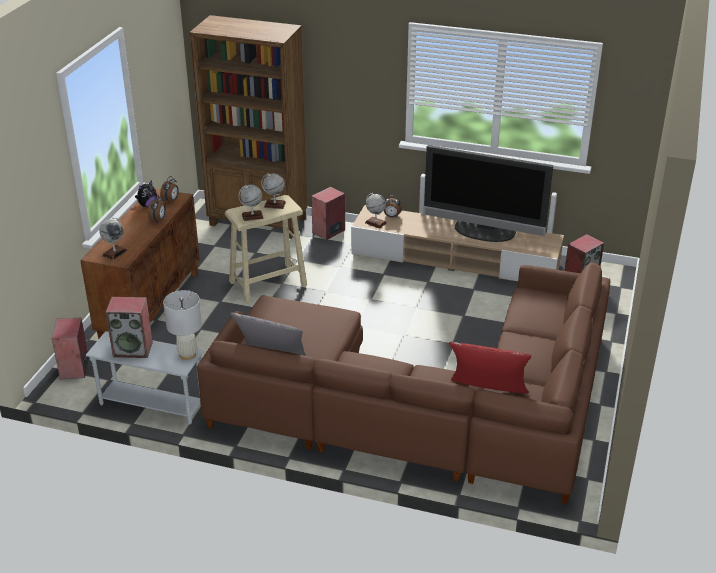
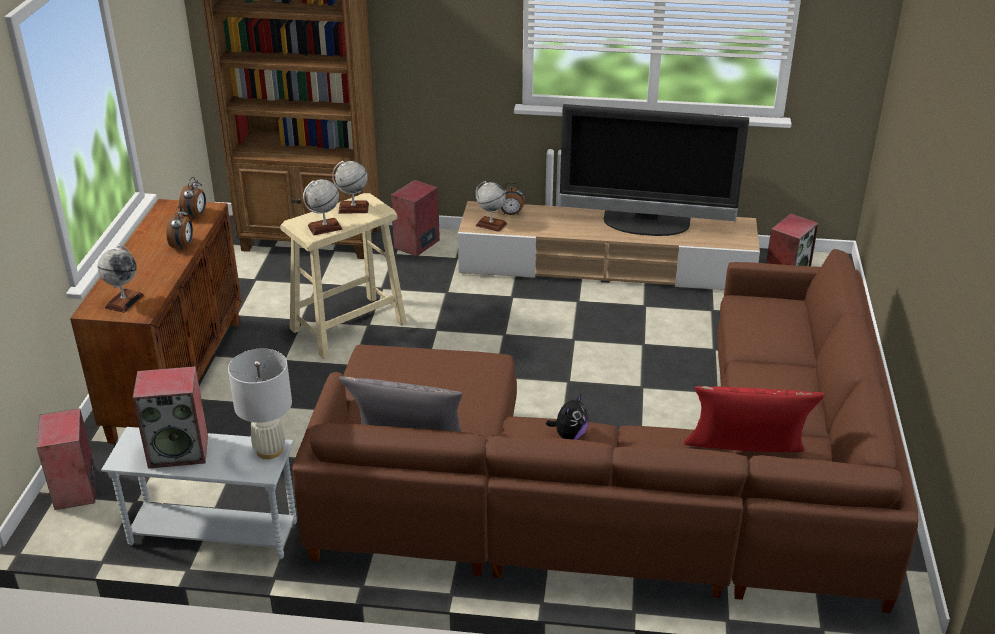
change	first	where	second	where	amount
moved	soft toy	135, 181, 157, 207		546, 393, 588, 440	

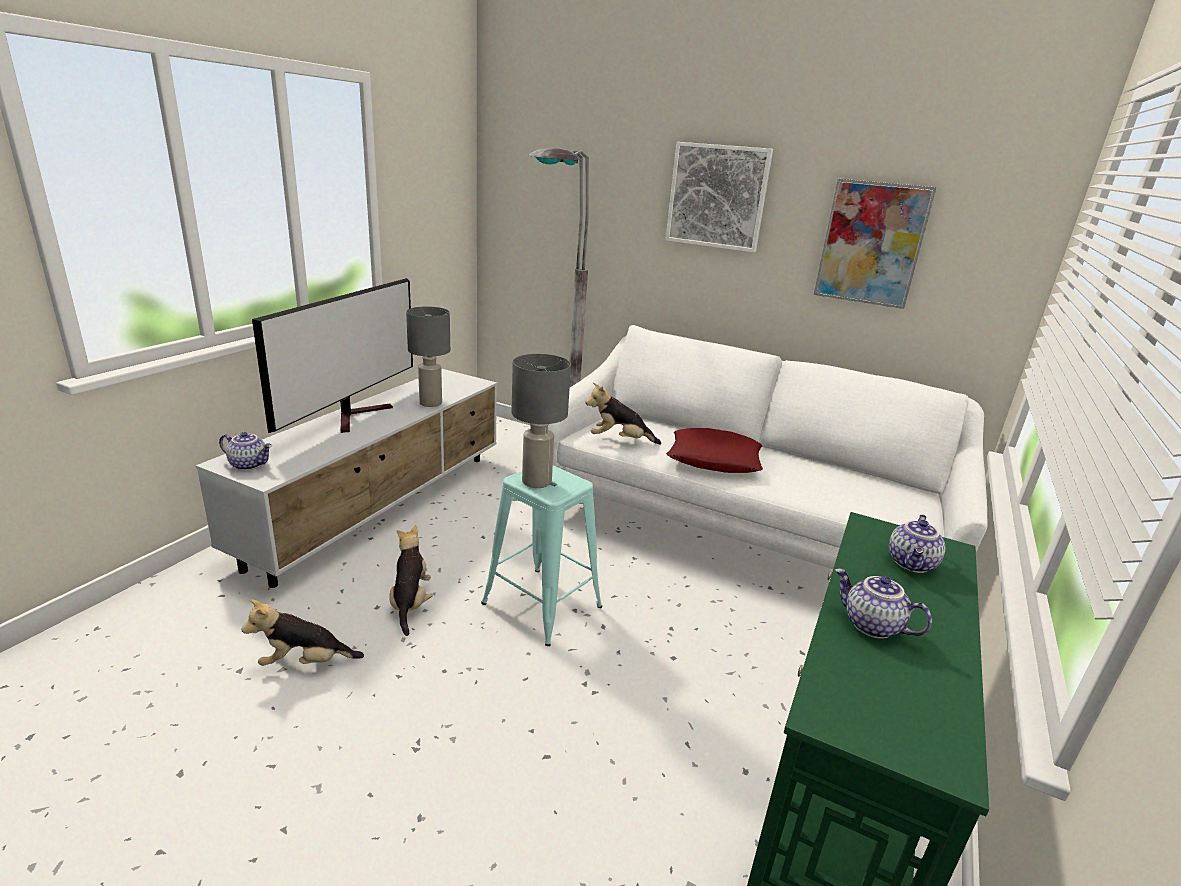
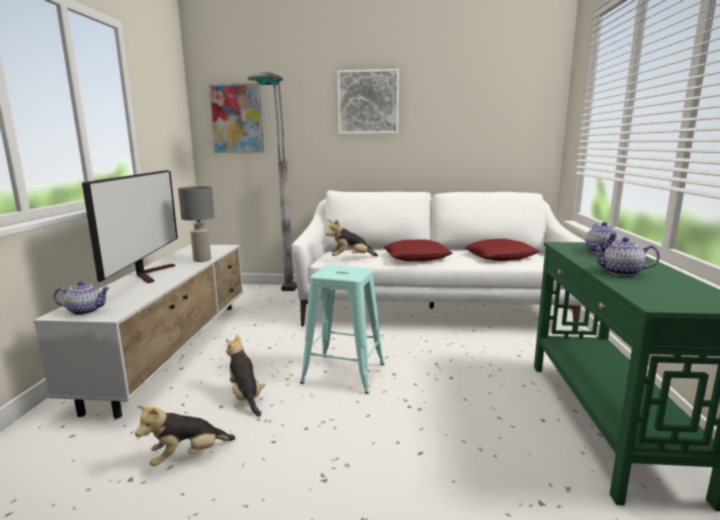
change	first	where	second	where	amount
removed	gray lamp for a table	512, 354, 571, 488			
added			red pillow	464, 239, 540, 261	
moved	picture	814, 179, 937, 309		208, 83, 264, 153	

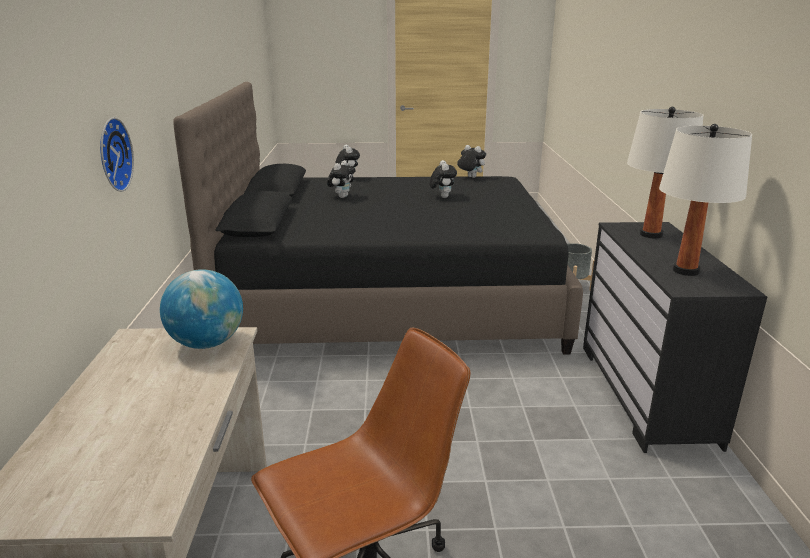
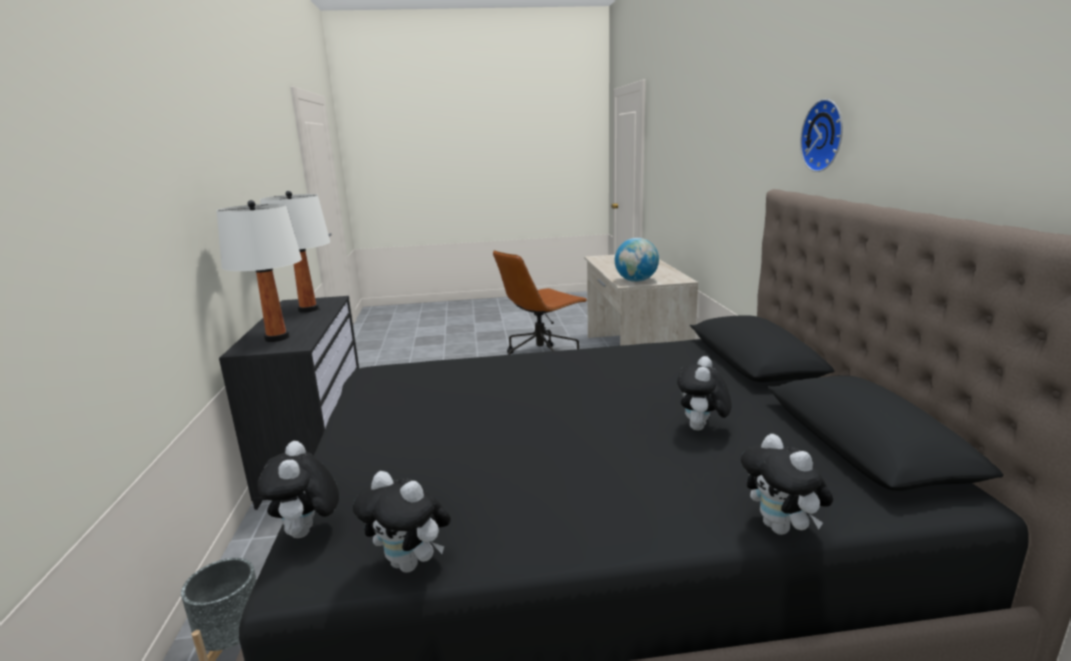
change	first	where	second	where	amount
moved	clock on the wall	100, 117, 134, 192		800, 99, 843, 172	
moved	soft toy	430, 160, 457, 198		258, 441, 339, 538	

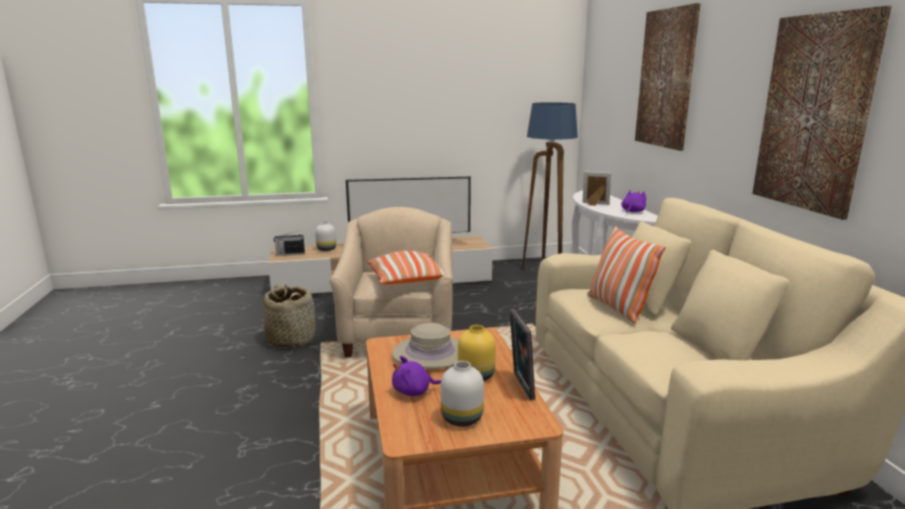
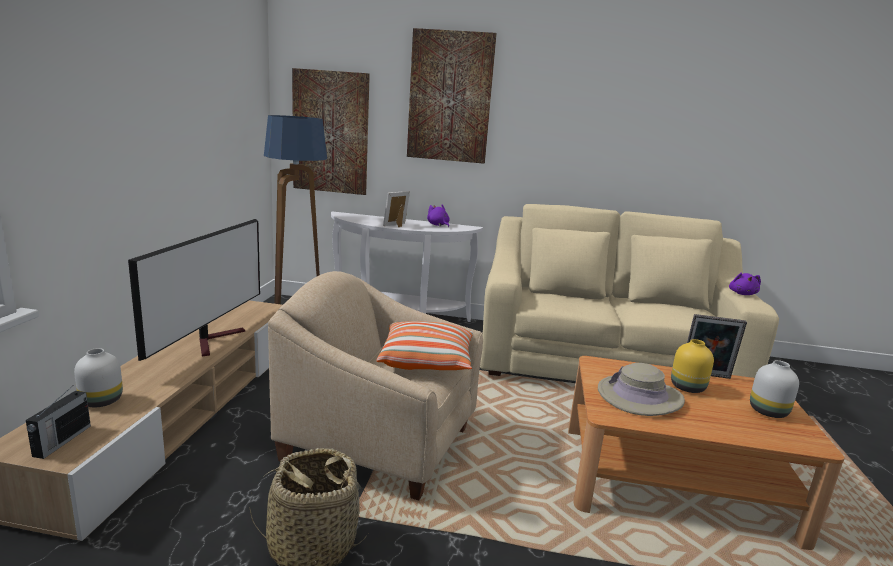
change	first	where	second	where	amount
removed	pillow	587, 226, 666, 323			
moved	purplish soft toy	392, 356, 441, 396		729, 272, 761, 295	
moved	picture	752, 6, 892, 220		292, 68, 370, 195	

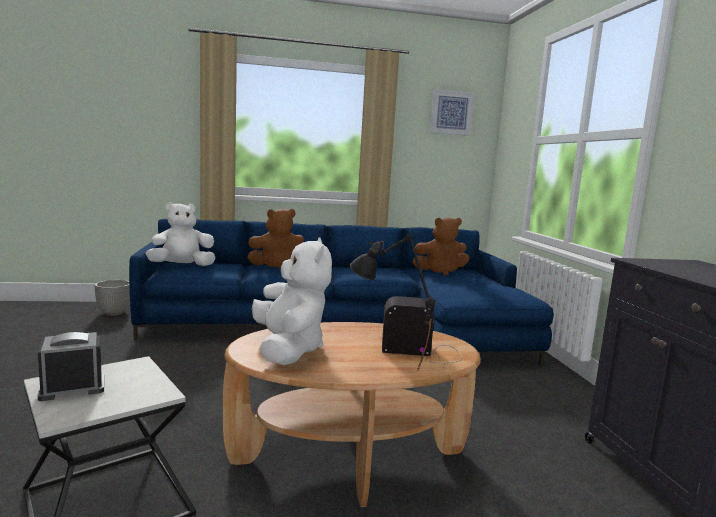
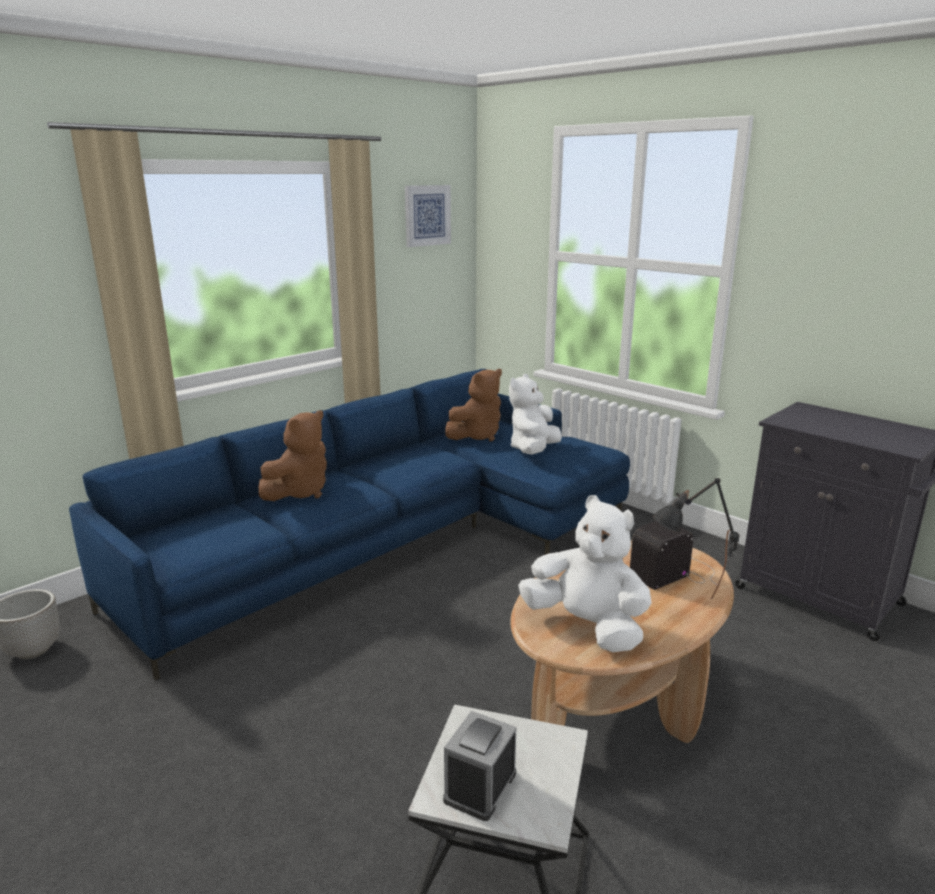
change	first	where	second	where	amount
moved	whitish soft toy	146, 202, 215, 266		509, 374, 562, 455	

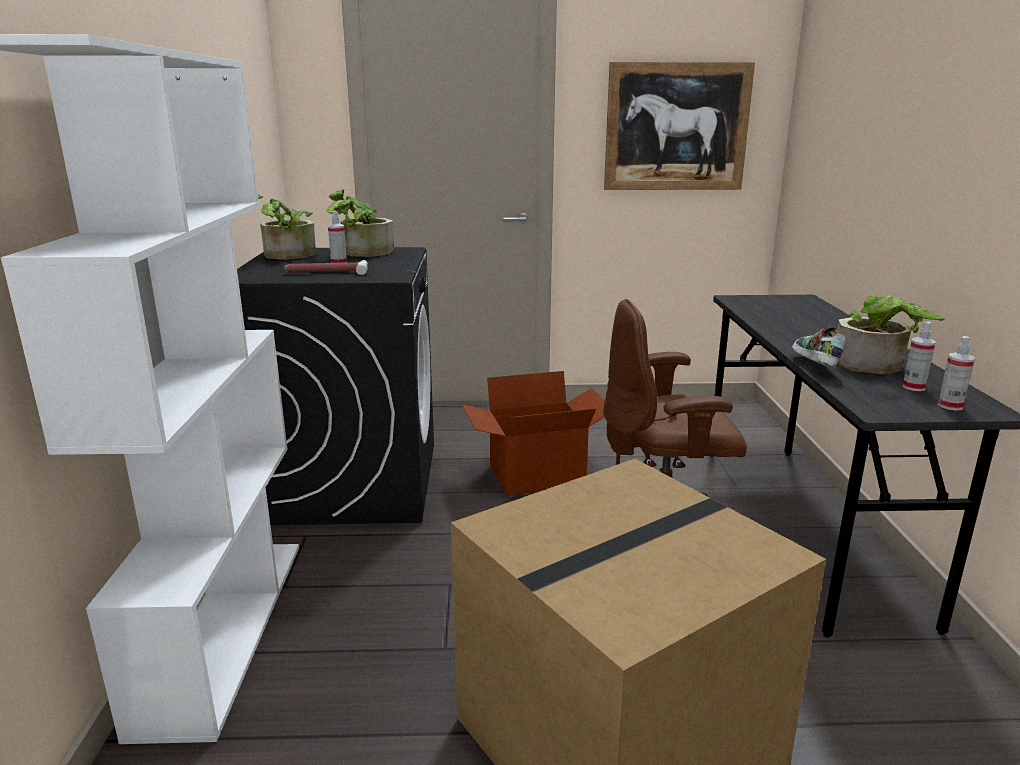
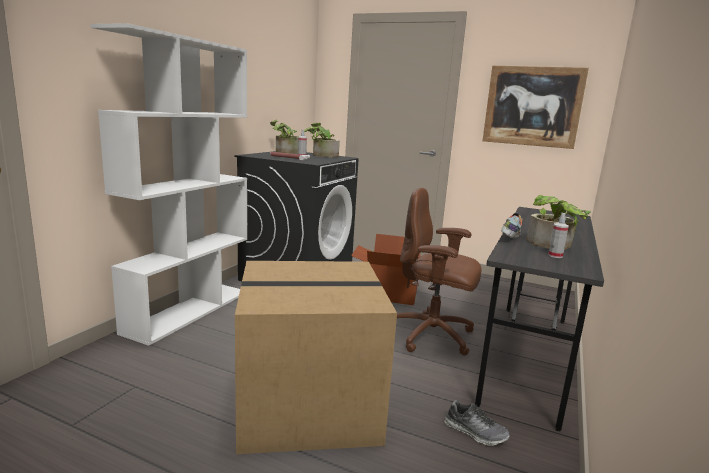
change	first	where	second	where	amount
removed	spray bottle	938, 336, 975, 411			
added			item of footwear	444, 400, 510, 446	

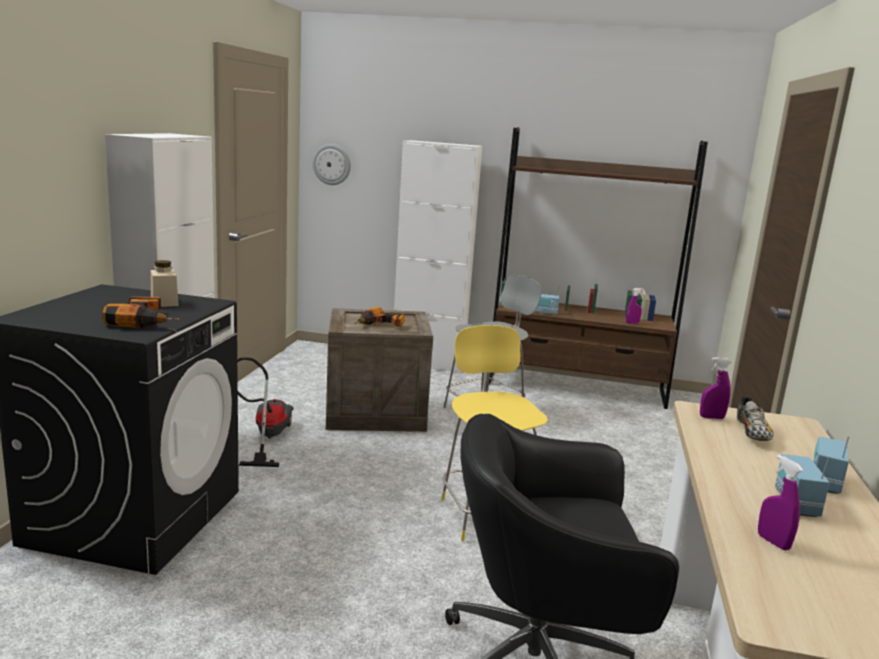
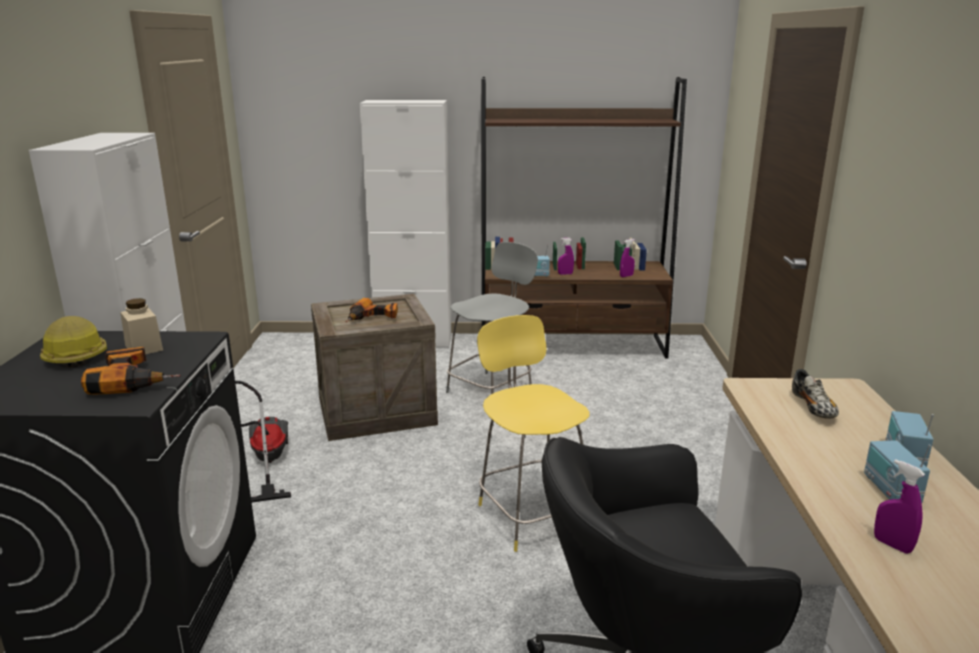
change	first	where	second	where	amount
removed	clock on the wall	313, 144, 351, 185			
added			hard hat	40, 316, 107, 368	
moved	purplish spray bottle	700, 357, 732, 419		558, 238, 574, 275	

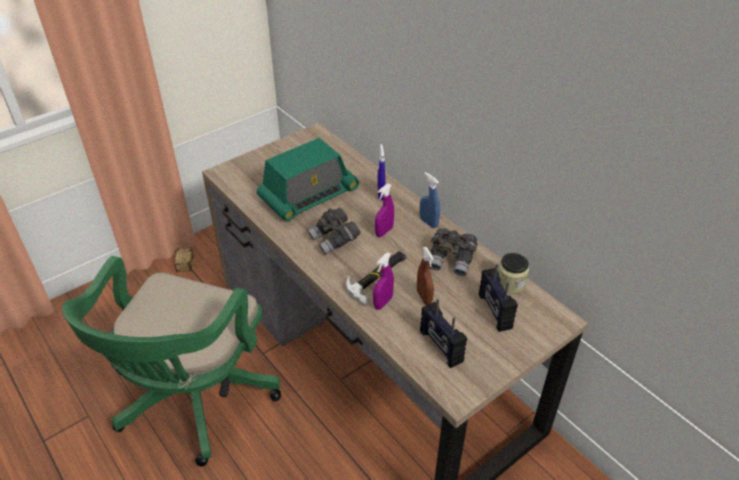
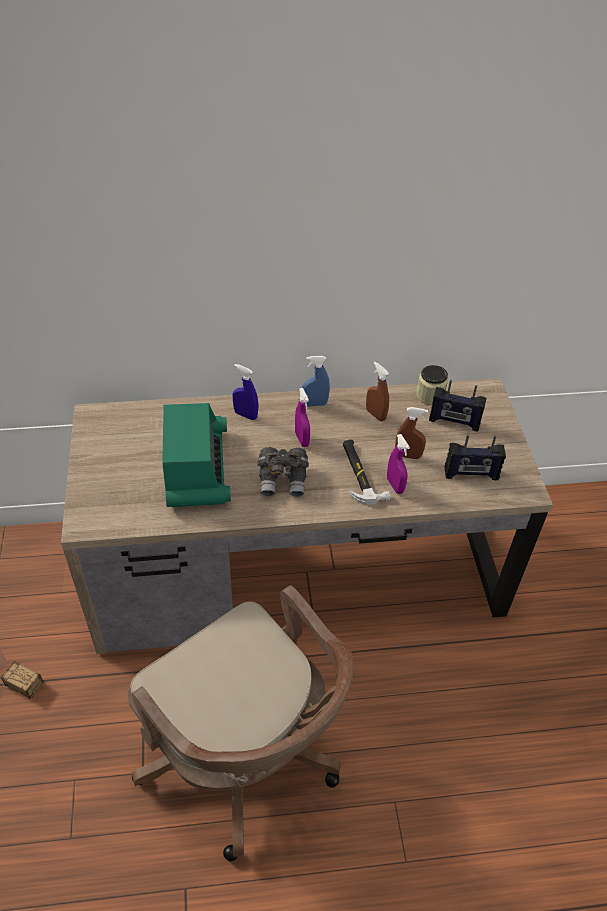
change	first	where	second	where	amount
replaced	gray pair of binoculars	429, 228, 477, 276	brown spray bottle	366, 362, 389, 421	
recoloured	greenish computer chair	62, 256, 281, 466	brown computer chair	127, 585, 354, 861	

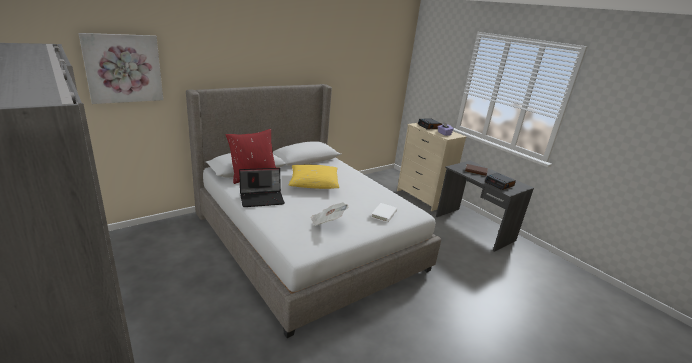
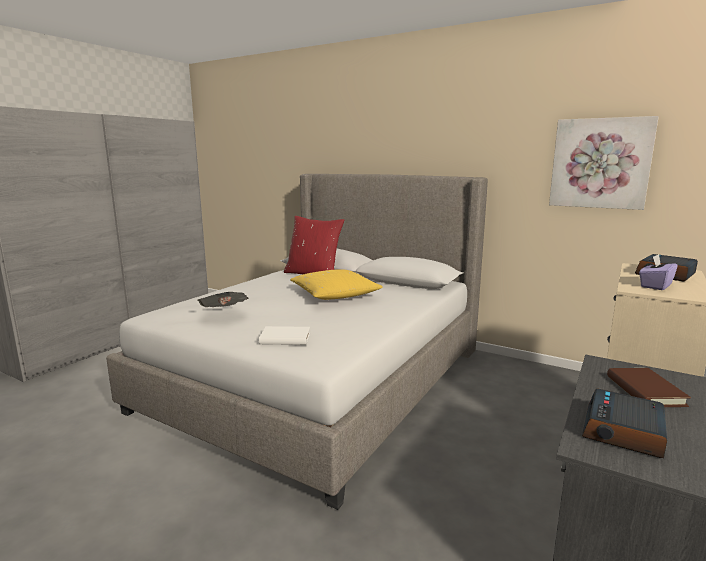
change	first	where	second	where	amount
removed	portable computer	239, 168, 285, 207			
moved	picture	79, 33, 163, 104		549, 116, 659, 210	

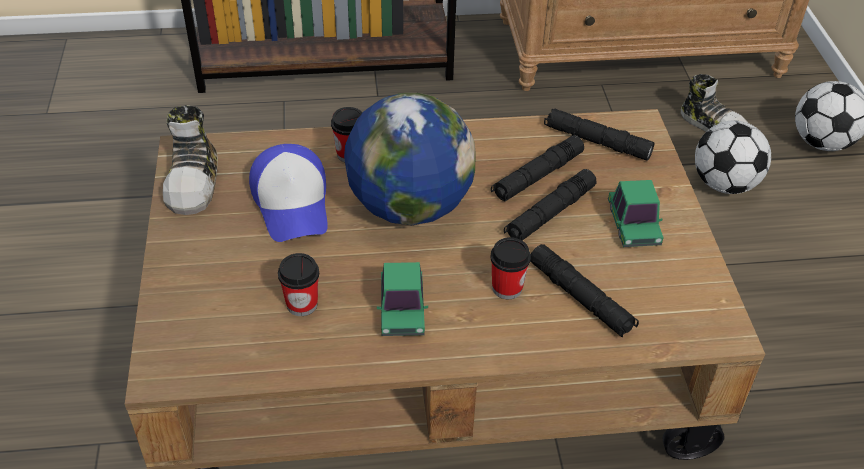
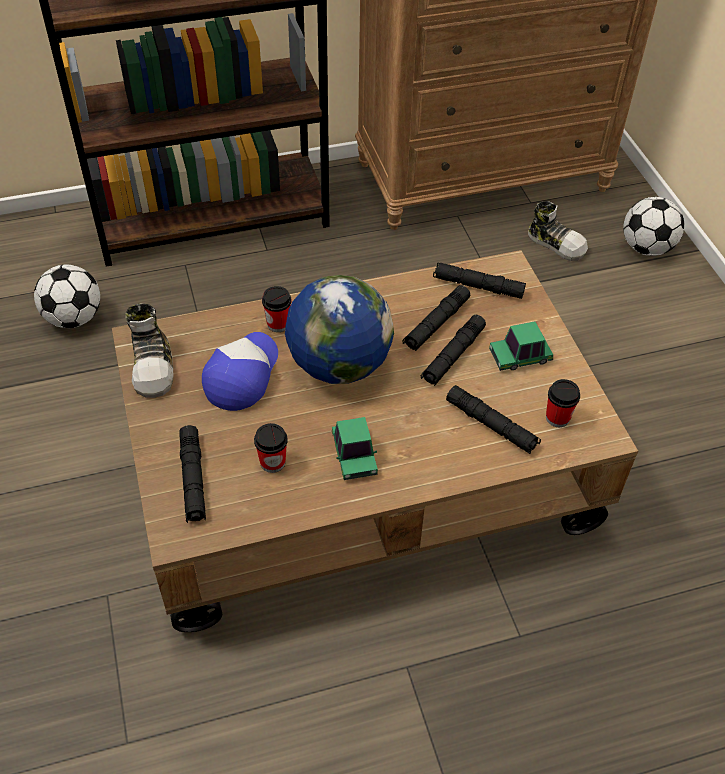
change	first	where	second	where	amount
added			blackish flashlight	179, 425, 206, 523	
moved	drinking cup	490, 237, 531, 299		546, 379, 580, 427	
moved	ball for football	695, 120, 771, 194		34, 264, 100, 328	
turned	baseball cap	249, 144, 328, 242		202, 332, 278, 411	135 degrees counterclockwise
turned	toy car	608, 180, 664, 247		489, 322, 553, 371	90 degrees clockwise

